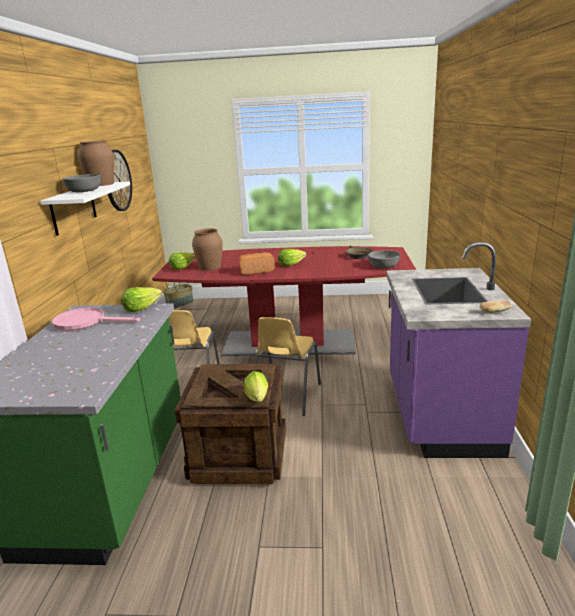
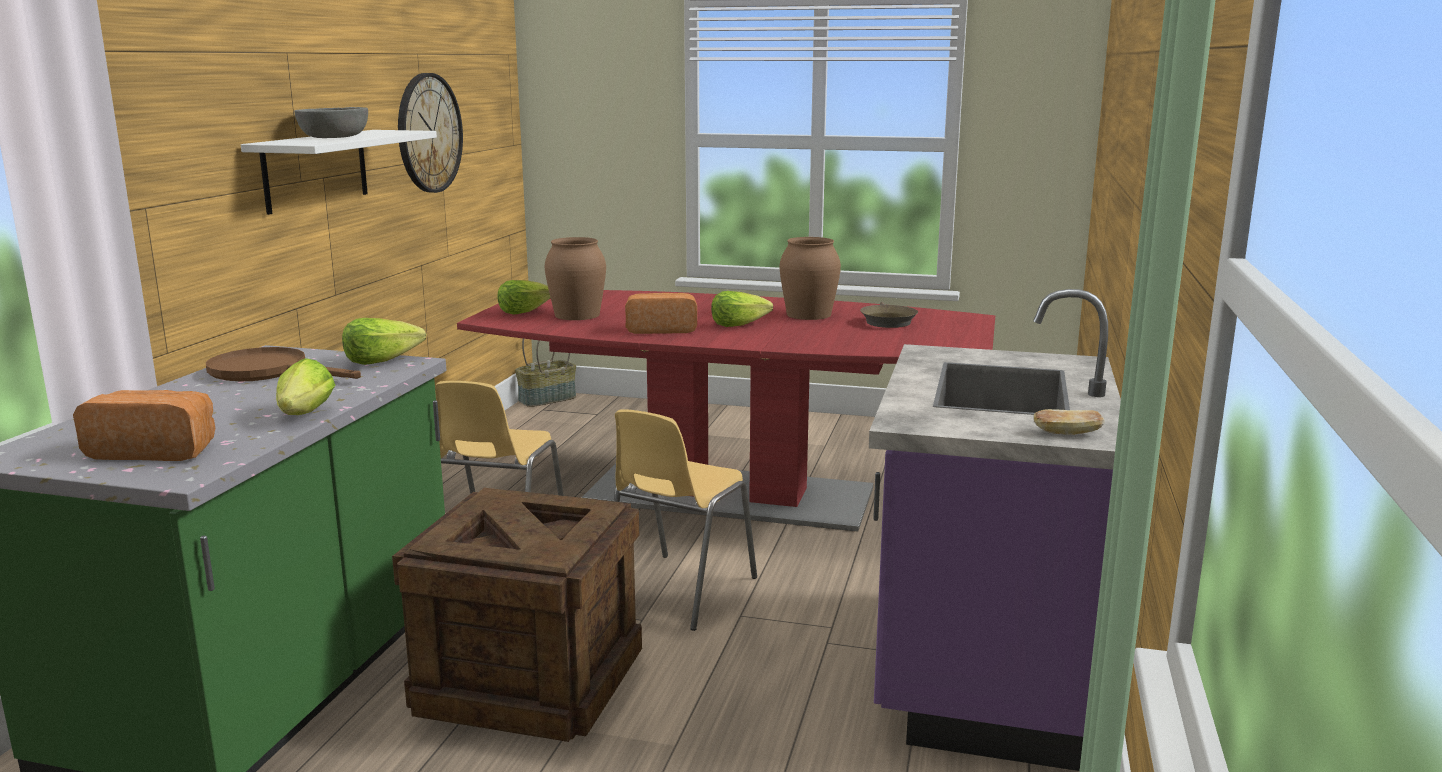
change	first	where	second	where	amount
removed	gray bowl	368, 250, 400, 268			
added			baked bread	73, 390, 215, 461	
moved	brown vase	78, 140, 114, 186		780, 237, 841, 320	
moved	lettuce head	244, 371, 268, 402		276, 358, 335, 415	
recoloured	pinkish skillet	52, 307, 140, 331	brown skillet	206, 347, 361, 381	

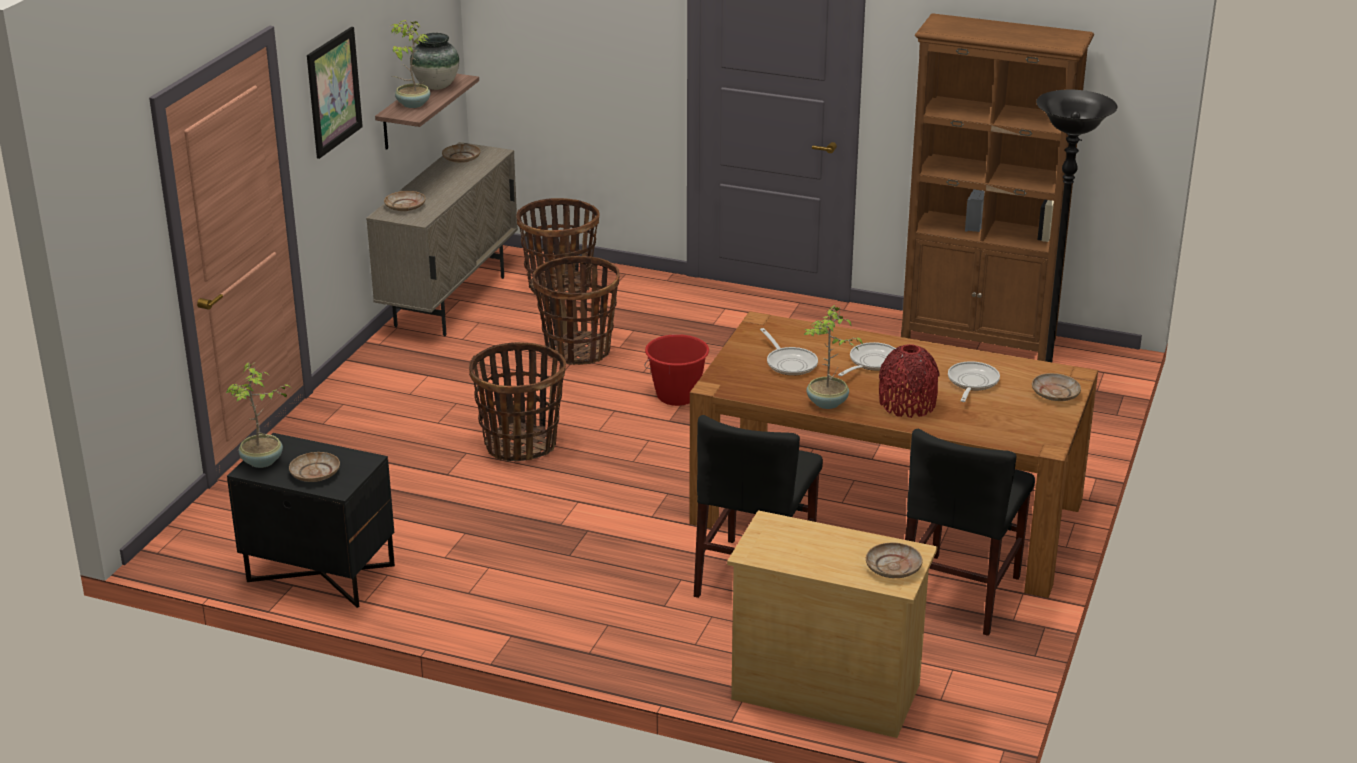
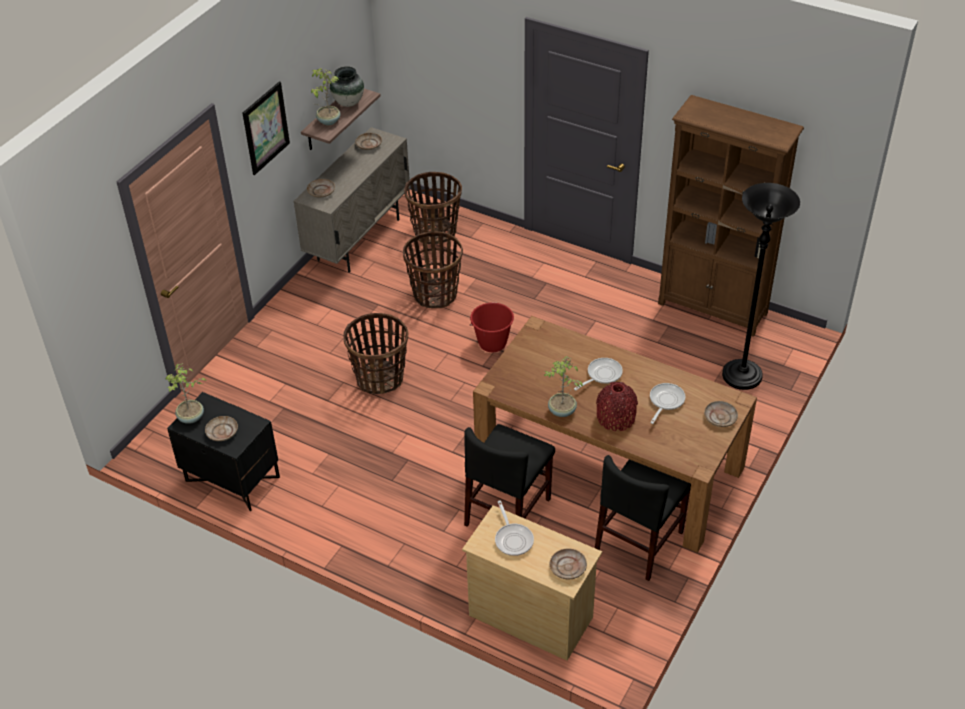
change	first	where	second	where	amount
moved	skillet	760, 328, 818, 376		495, 500, 534, 556	

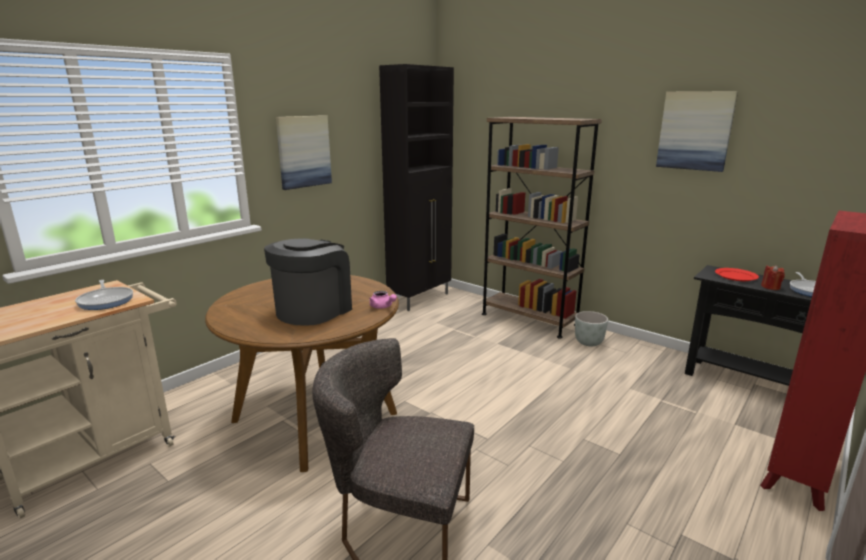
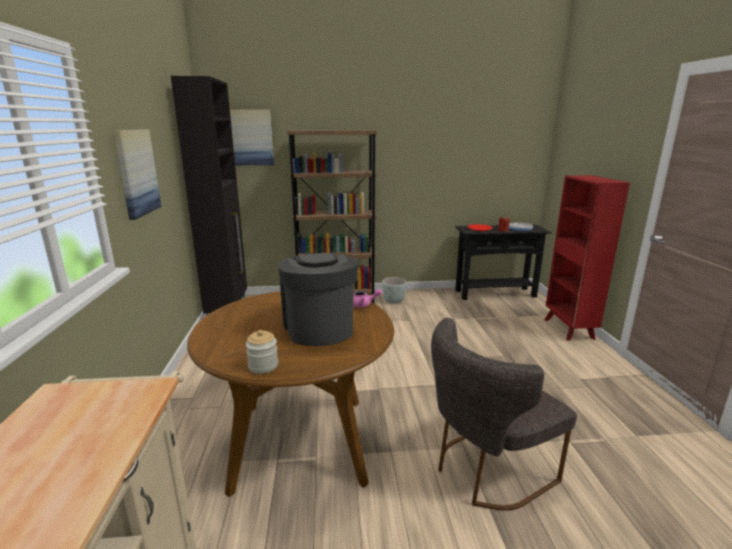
change	first	where	second	where	amount
removed	skillet	75, 280, 133, 310			
added			jar	246, 330, 278, 374	
moved	picture	656, 91, 738, 172		230, 109, 274, 165	

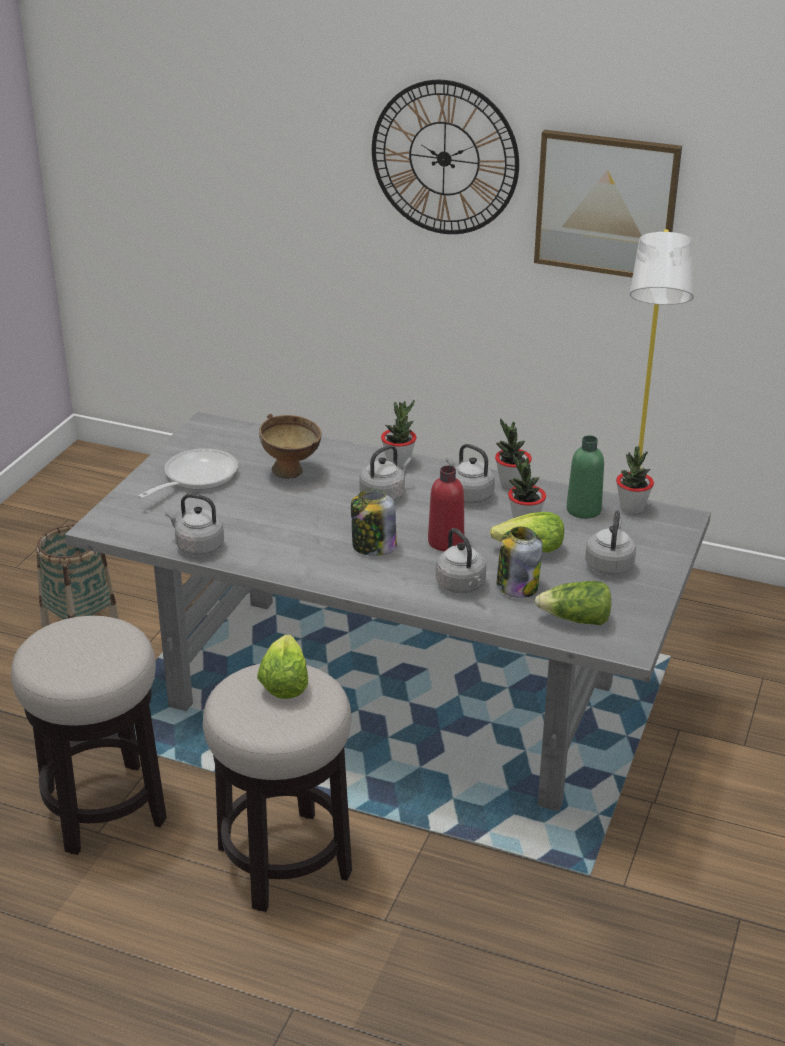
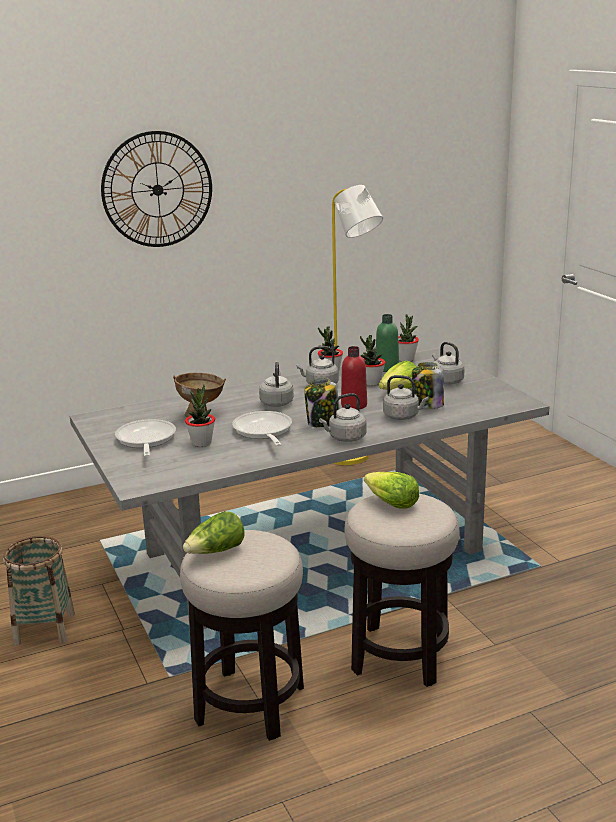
change	first	where	second	where	amount
removed	picture	534, 130, 682, 277			
added			skillet	232, 411, 292, 446	
moved	gray kettle	165, 494, 224, 556		319, 393, 367, 442	
moved	houseplant	381, 400, 416, 469		185, 384, 215, 447	
moved	lettuce head	535, 581, 611, 625		183, 511, 245, 554	

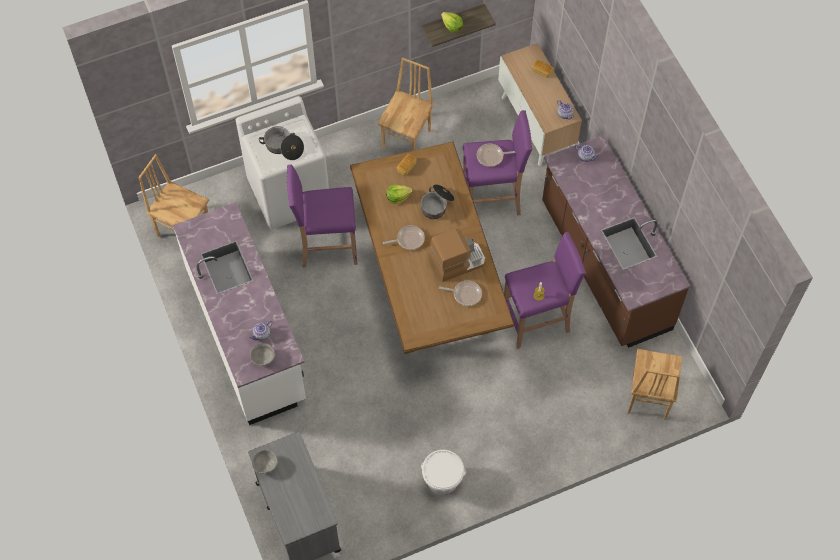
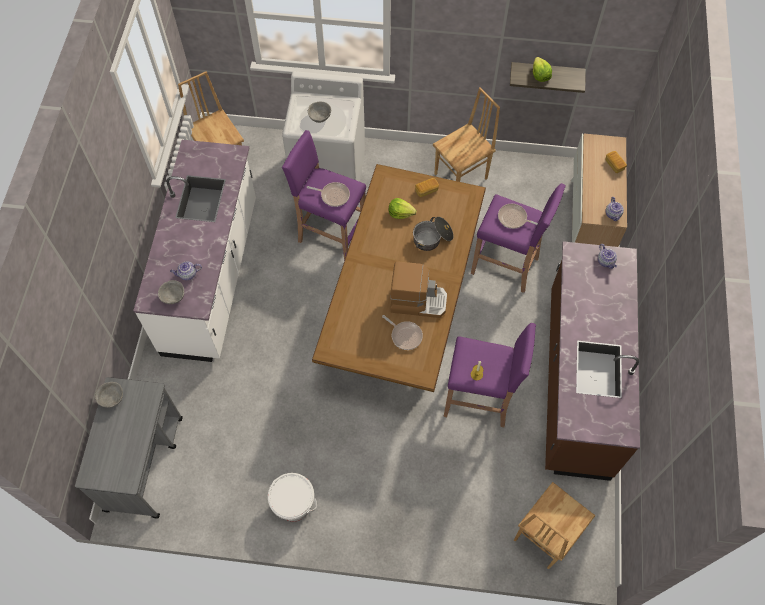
change	first	where	second	where	amount
moved	skillet	383, 225, 425, 250		307, 182, 350, 207	
replaced	cooking pot	259, 126, 304, 160	gray bowl	308, 101, 331, 123	

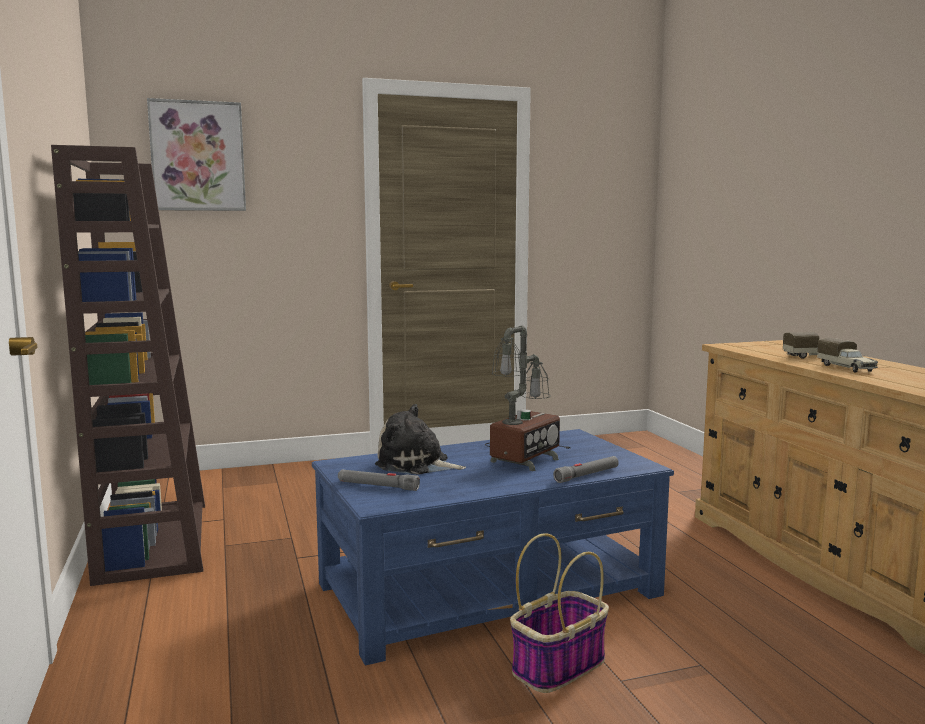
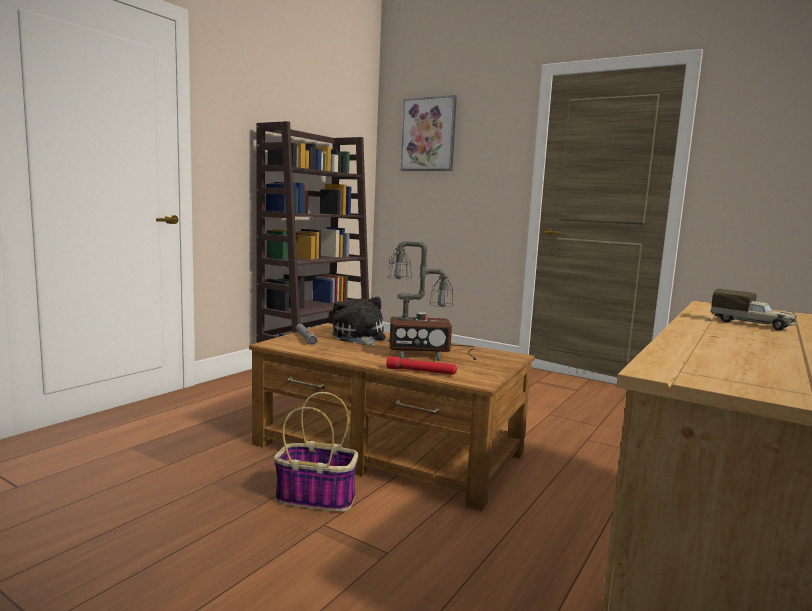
change	first	where	second	where	amount
removed	toy lorry	817, 338, 878, 373			
recoloured	blue-coloured coffee table	312, 429, 674, 666	brown coffee table	249, 323, 535, 511	
recoloured	gray flashlight	553, 456, 619, 483	red flashlight	386, 356, 457, 375	

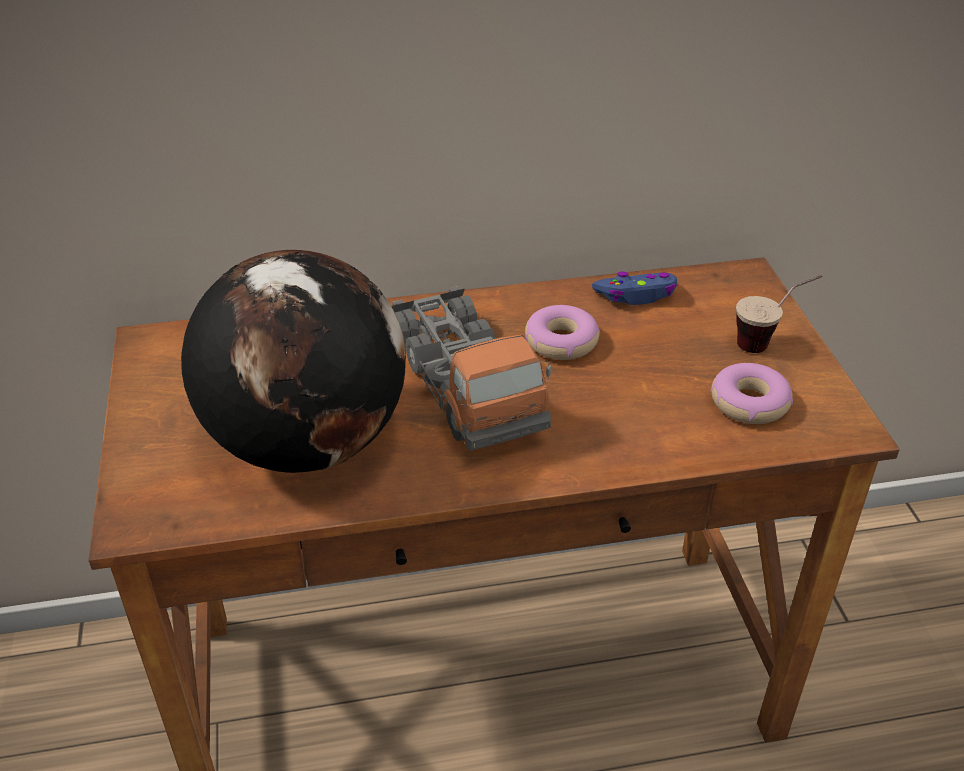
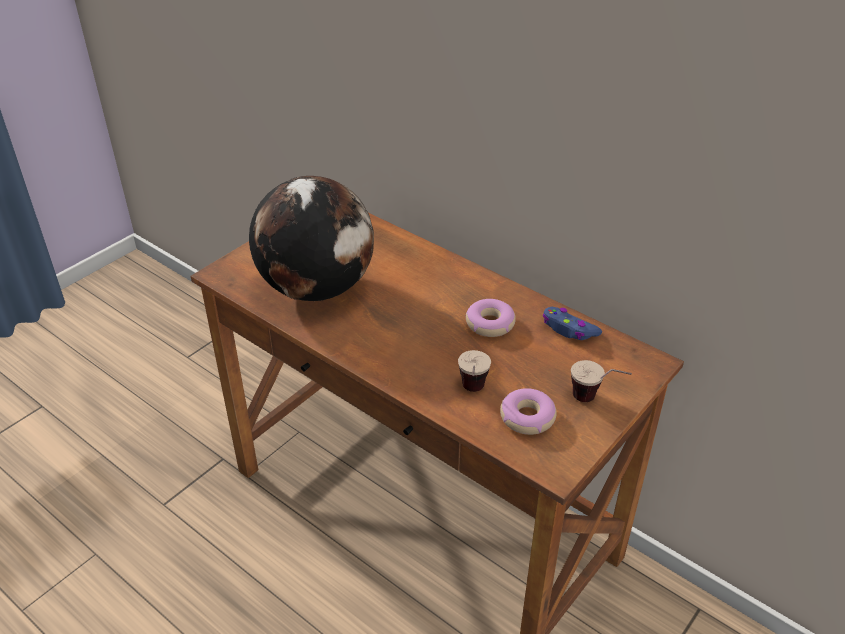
change	first	where	second	where	amount
removed	toy lorry	392, 286, 551, 451			
added			drinking cup	458, 350, 491, 392	

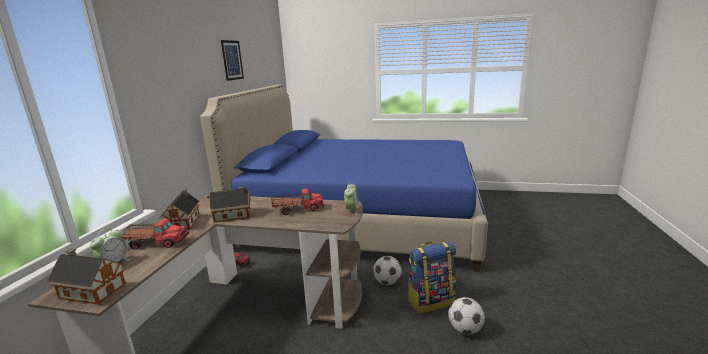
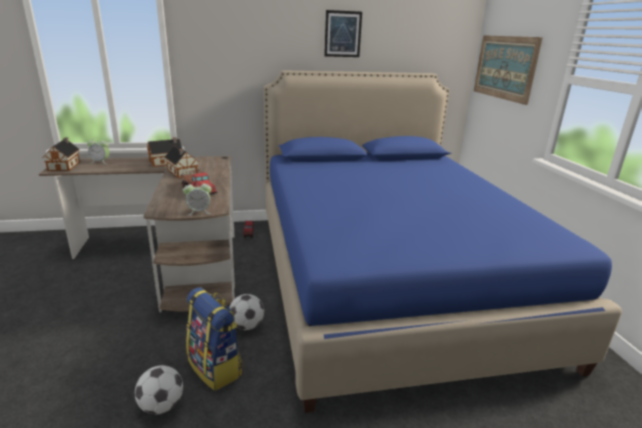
change	first	where	second	where	amount
removed	toy lorry	120, 219, 189, 250			
added			picture	474, 35, 543, 105	

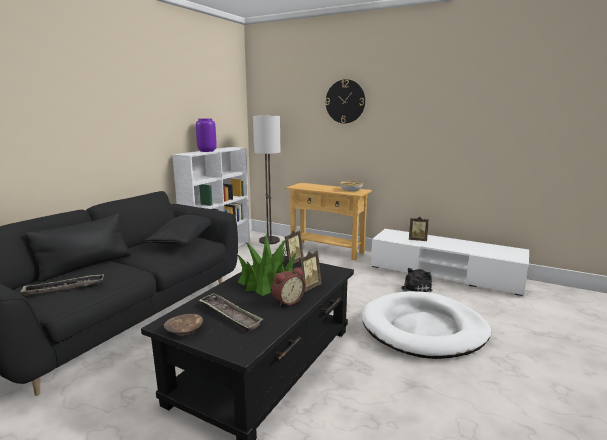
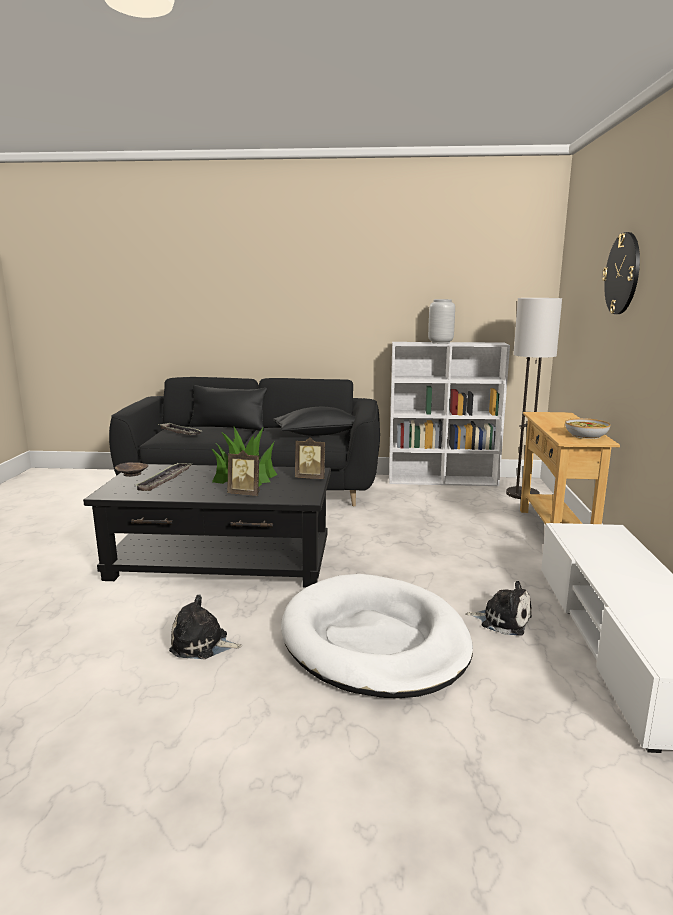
change	first	where	second	where	amount
removed	bedside clock	272, 267, 305, 306			
removed	photo frame	409, 216, 429, 241			
added			soft toy	169, 594, 242, 659	
recoloured	purplish vase	196, 118, 217, 152	gray vase	428, 299, 455, 344	

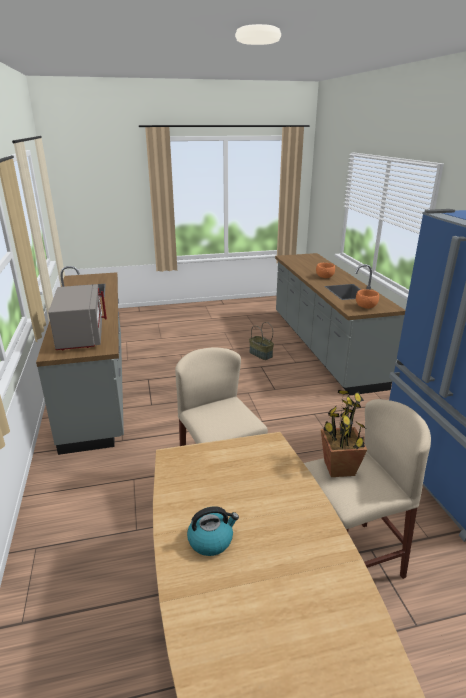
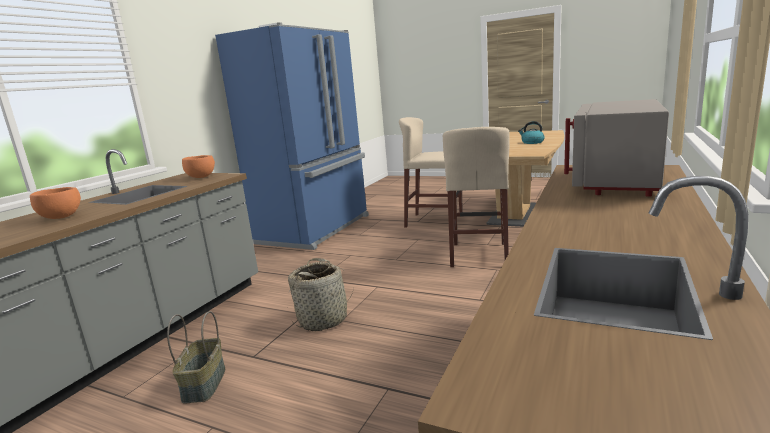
change	first	where	second	where	amount
removed	houseplant	321, 390, 367, 477			
added			household basket	288, 258, 354, 331	

